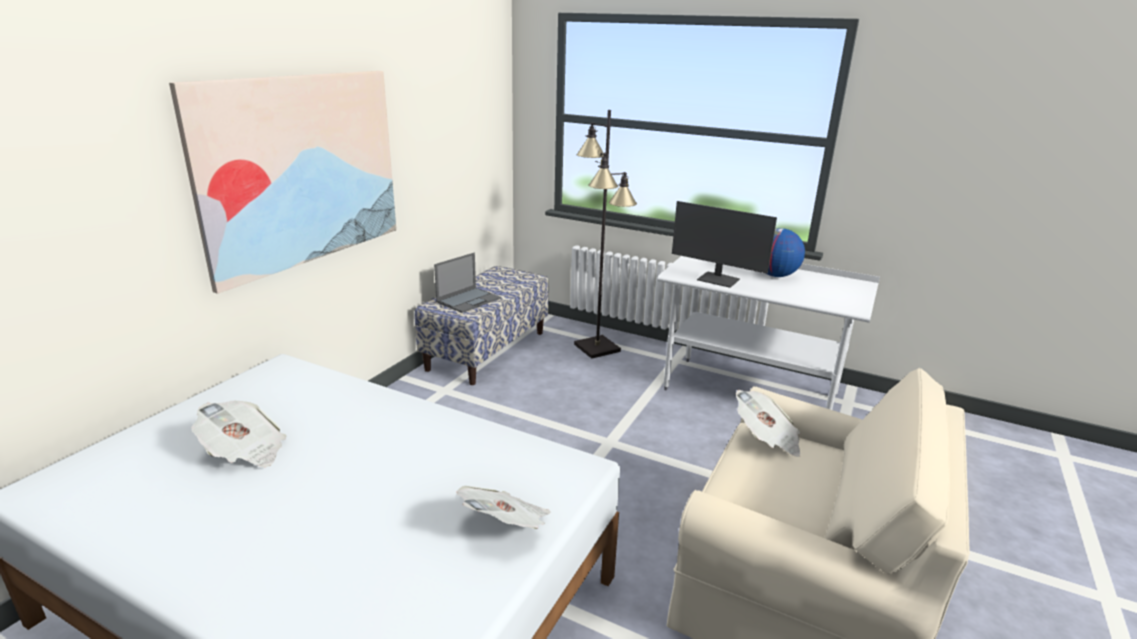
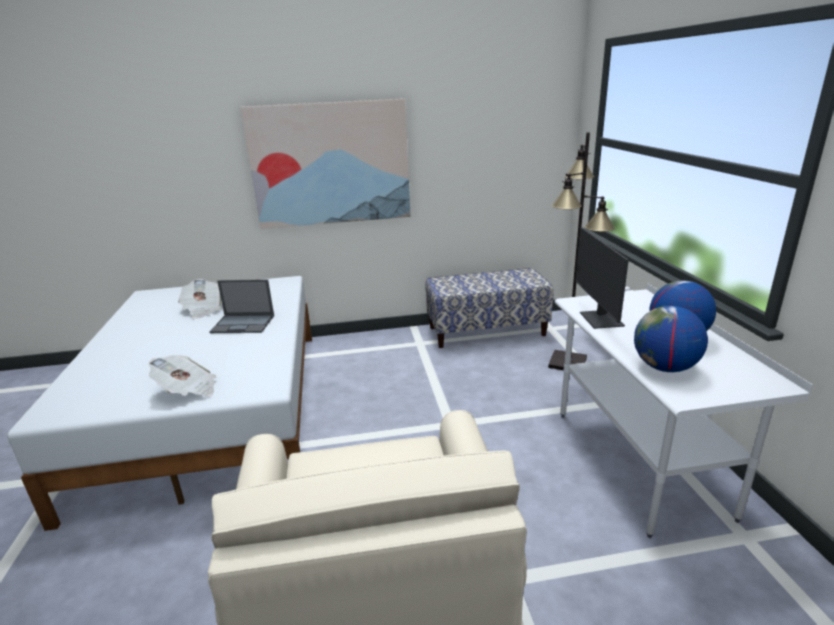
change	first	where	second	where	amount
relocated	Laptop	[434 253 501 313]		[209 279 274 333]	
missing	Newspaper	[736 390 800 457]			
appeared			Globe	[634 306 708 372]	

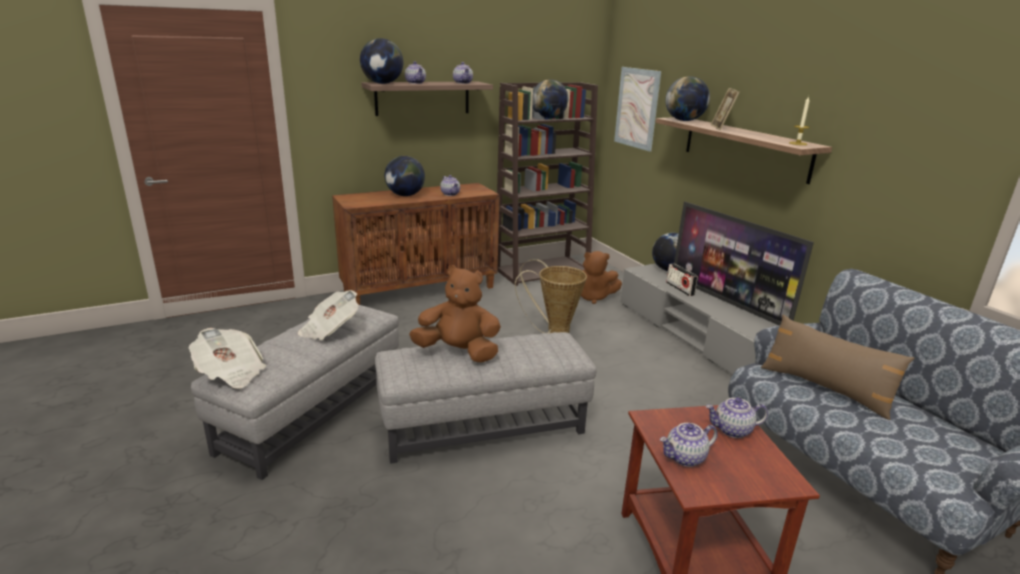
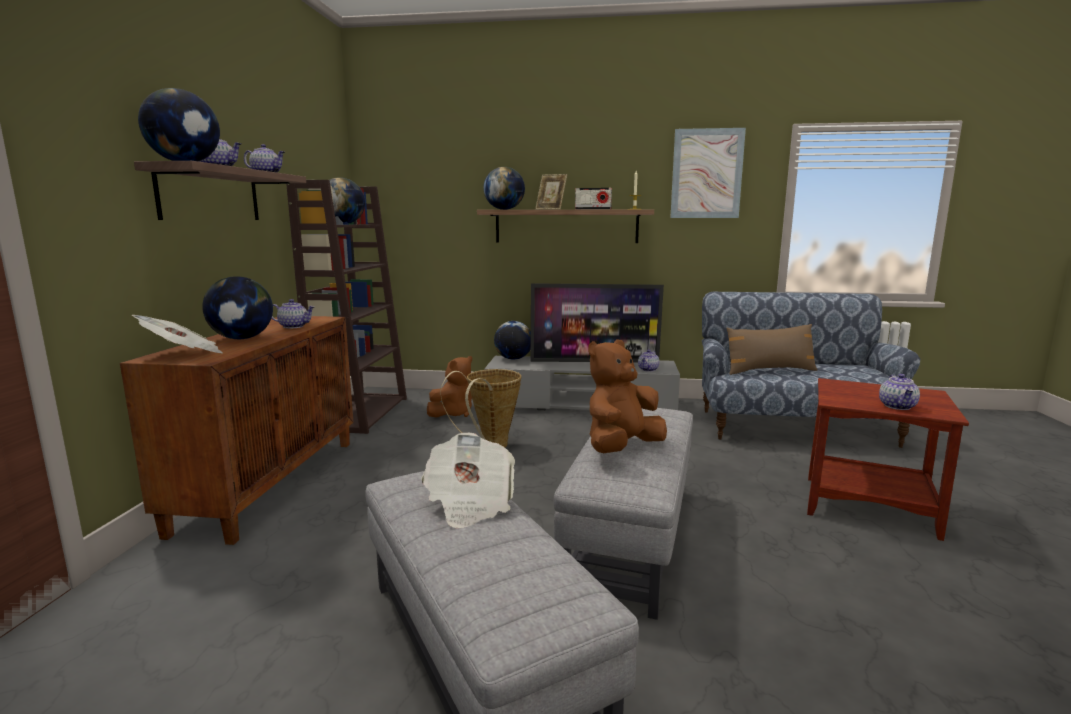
change	first	where	second	where	amount
relocated	Newspaper	[189 328 266 389]		[132 315 222 353]	
relocated	Picture	[614 67 661 152]		[670 128 746 218]	
relocated	Radio	[666 264 698 296]		[575 188 612 210]	
relocated	Teapot	[706 397 768 438]		[638 350 659 372]	

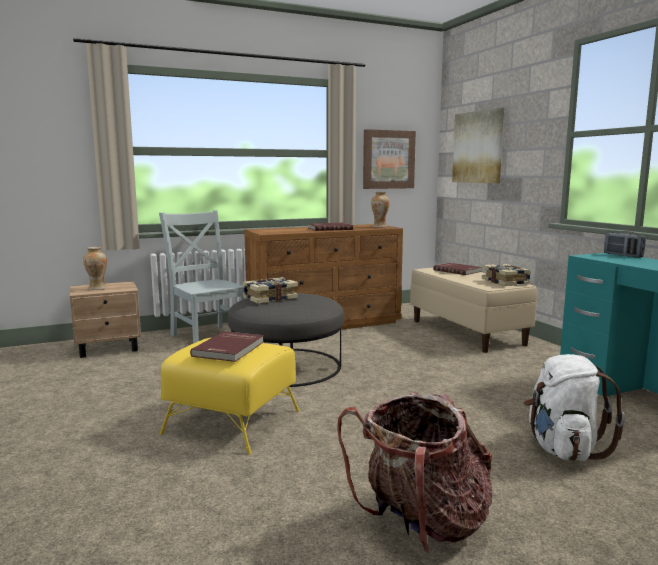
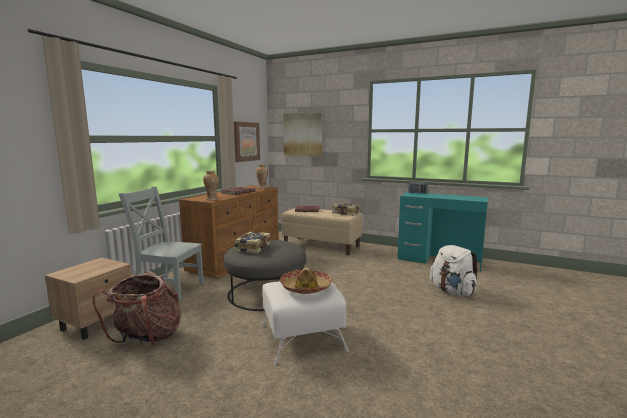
change	first	where	second	where	amount
relocated	Vase	[83 247 107 290]		[203 171 219 200]	
colour	YellowOttoman	[160 337 300 455]	WhiteOttoman	[262 281 349 365]	
exchanged	RedBook	[190 331 264 362]	Hat	[280 268 333 294]	
relocated	Backpack	[337 392 492 555]		[92 271 181 345]	

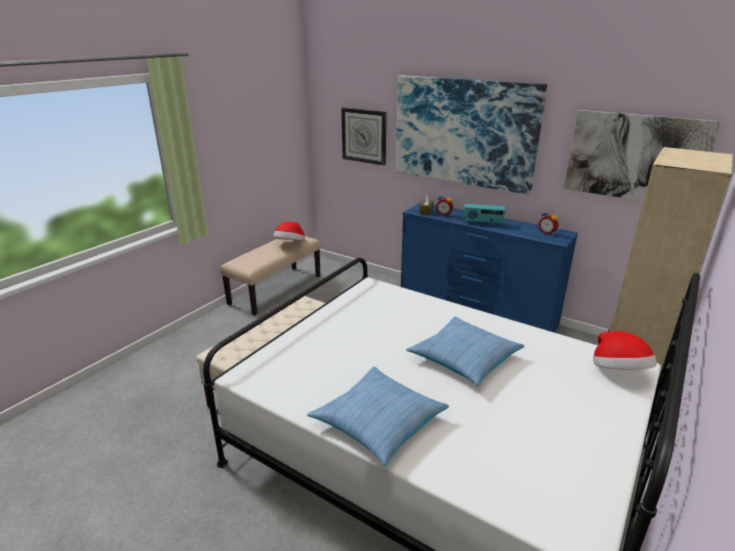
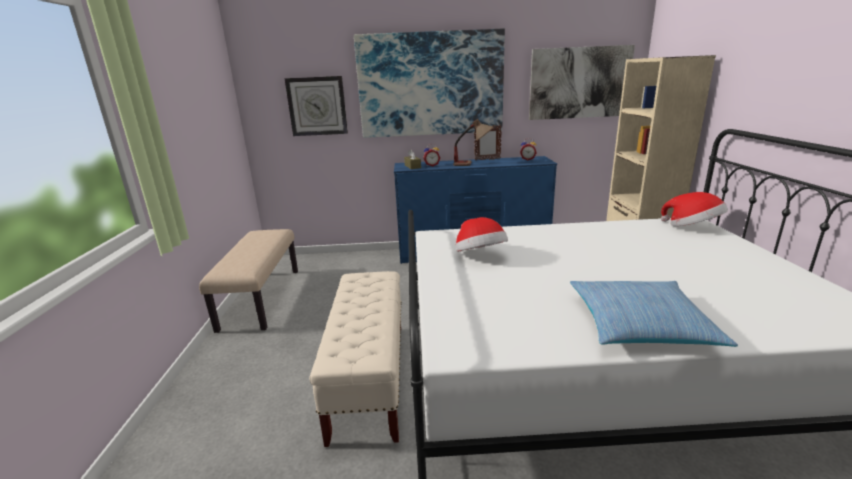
change	first	where	second	where	amount
relocated	Hat	[273 222 305 241]		[456 217 508 252]	
missing	Pillow	[406 317 524 387]			
exchanged	Radio	[464 204 506 226]	TableLamp	[453 119 493 166]	
appeared			PictureFrame	[474 125 502 160]	

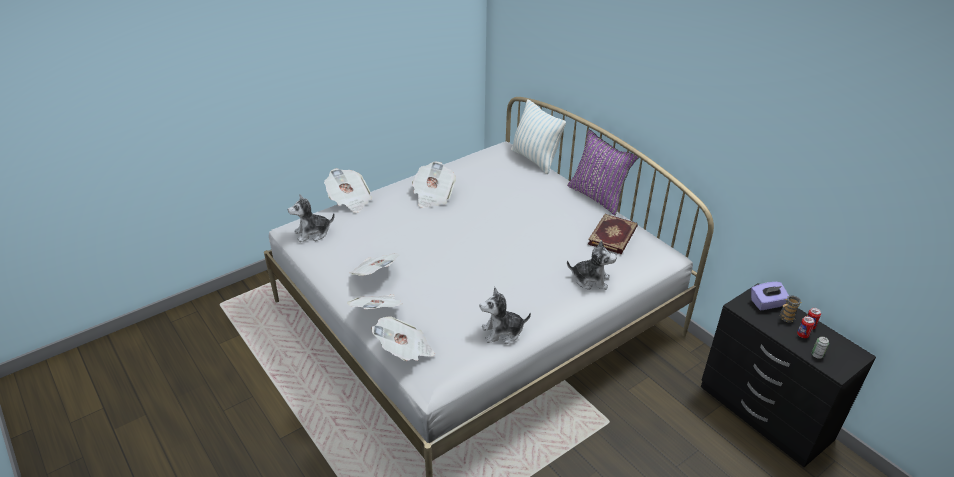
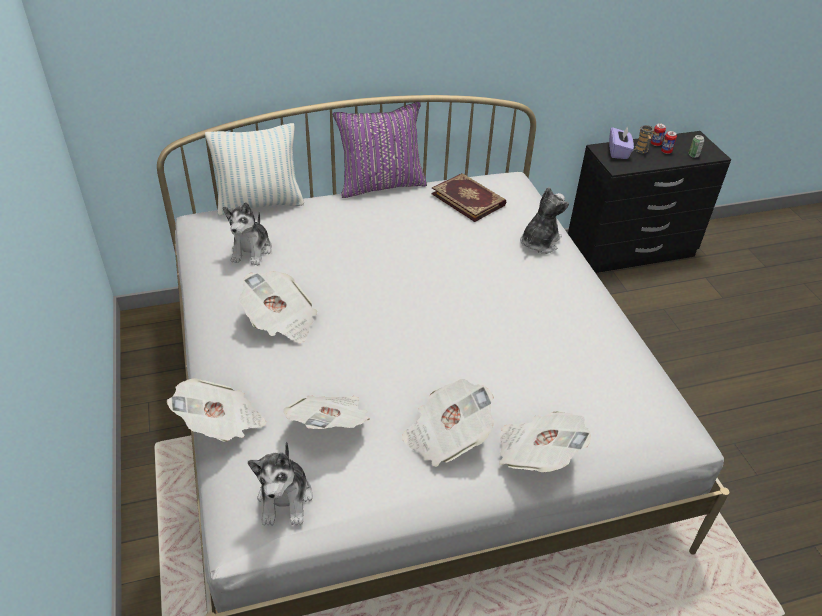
change	first	where	second	where	amount
relocated	Newspaper	[371 316 435 361]		[284 395 369 429]	
relocated	PlushToy	[480 287 531 344]		[223 202 272 266]	

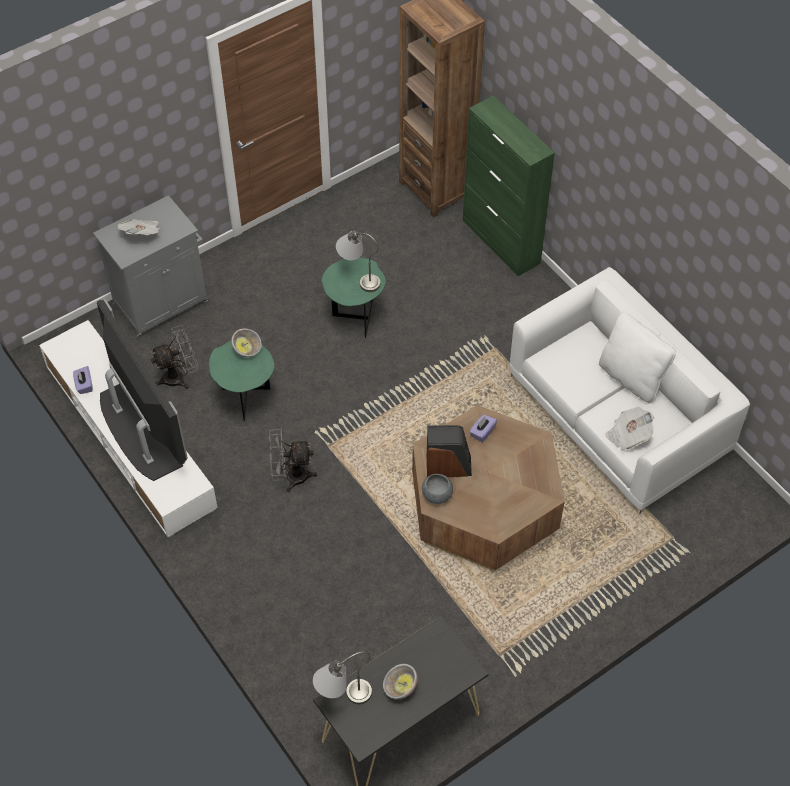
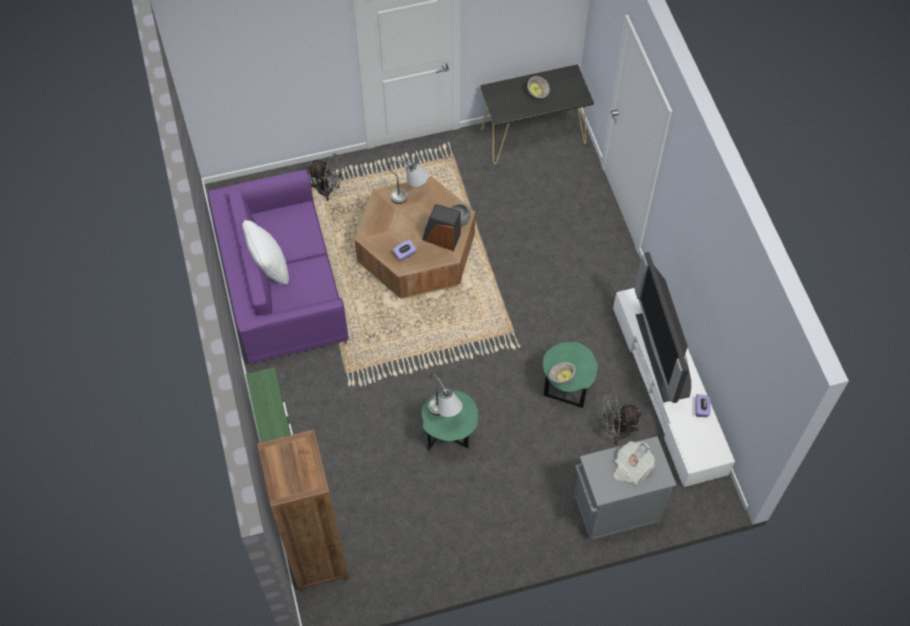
change	first	where	second	where	amount
relocated	GreyFan	[269 429 317 492]		[308 153 345 201]	
relocated	GreyTableLamp	[313 652 372 704]		[388 160 429 204]	
colour	WhiteSofa	[509 267 750 514]	PurpleSofa	[208 170 349 367]	
missing	Newspaper	[606 407 654 451]			

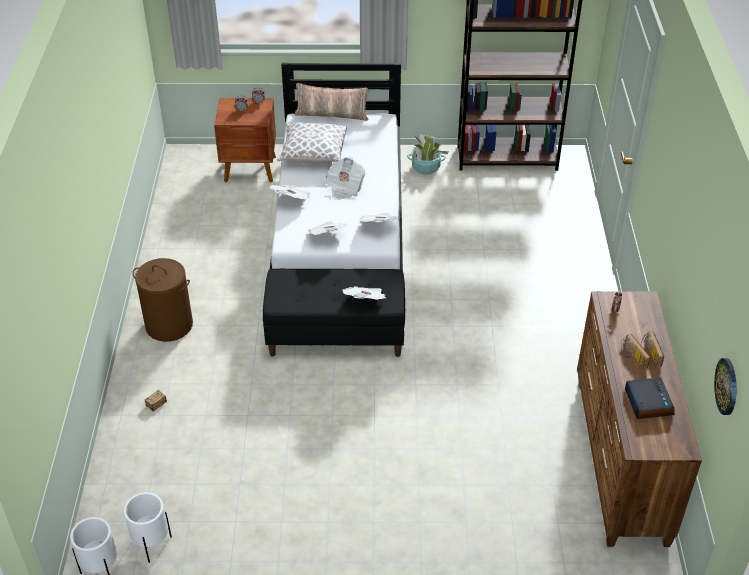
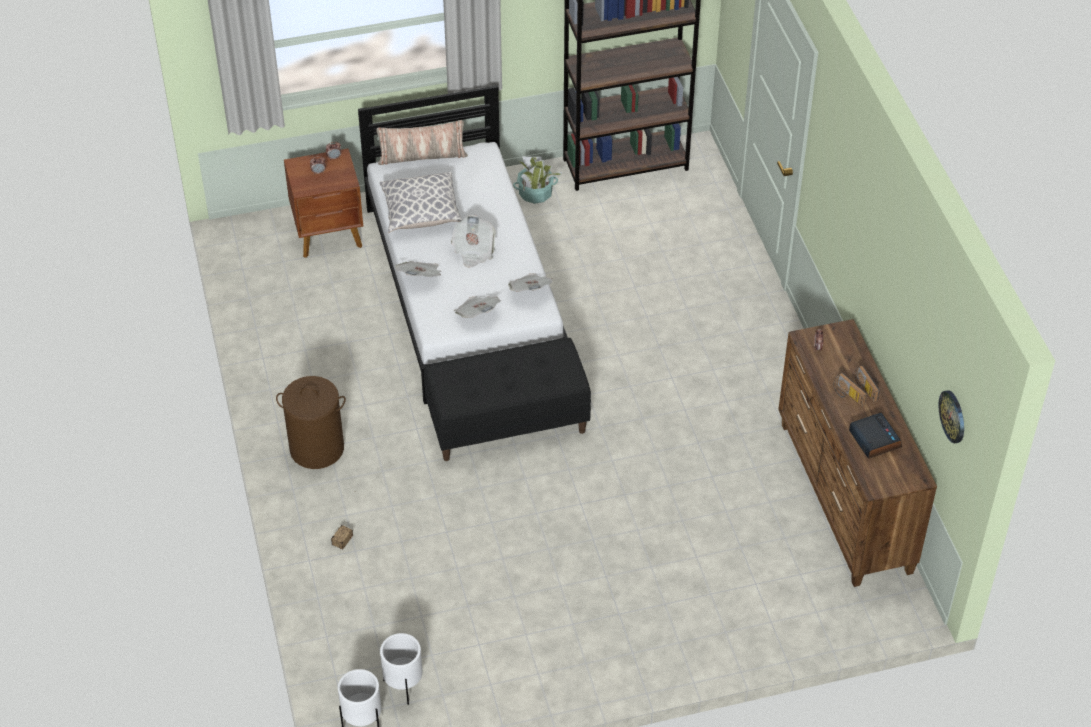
change	first	where	second	where	amount
missing	Newspaper	[342 286 386 300]			

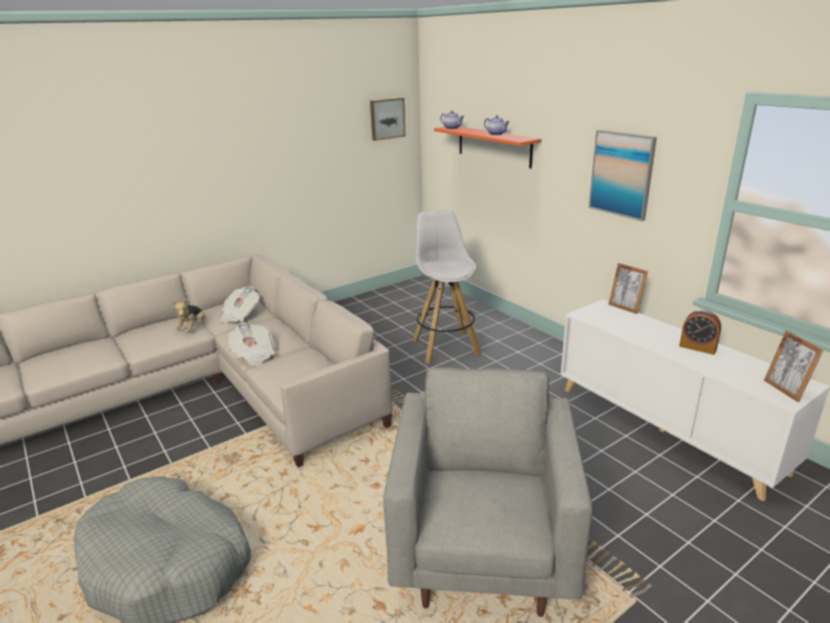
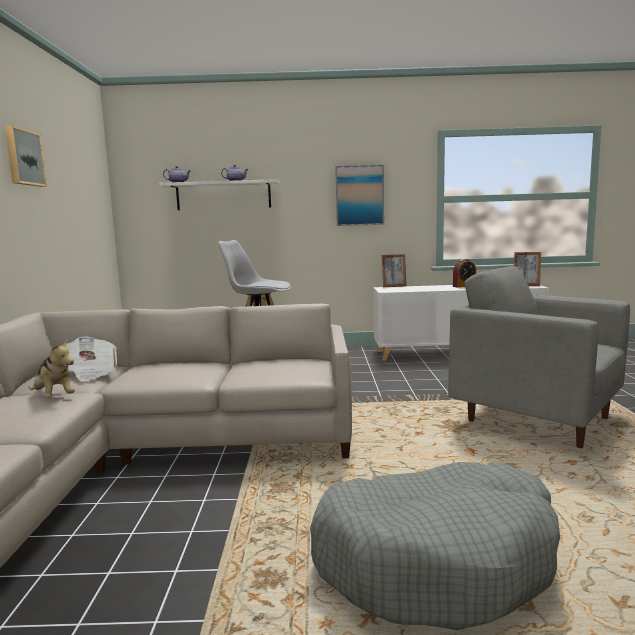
change	first	where	second	where	amount
missing	Newspaper	[228 323 276 366]			
relocated	Picture	[370 98 405 141]		[5 125 47 187]	
colour	OrangeShelf	[434 126 542 168]	WhiteShelf	[159 179 280 210]	

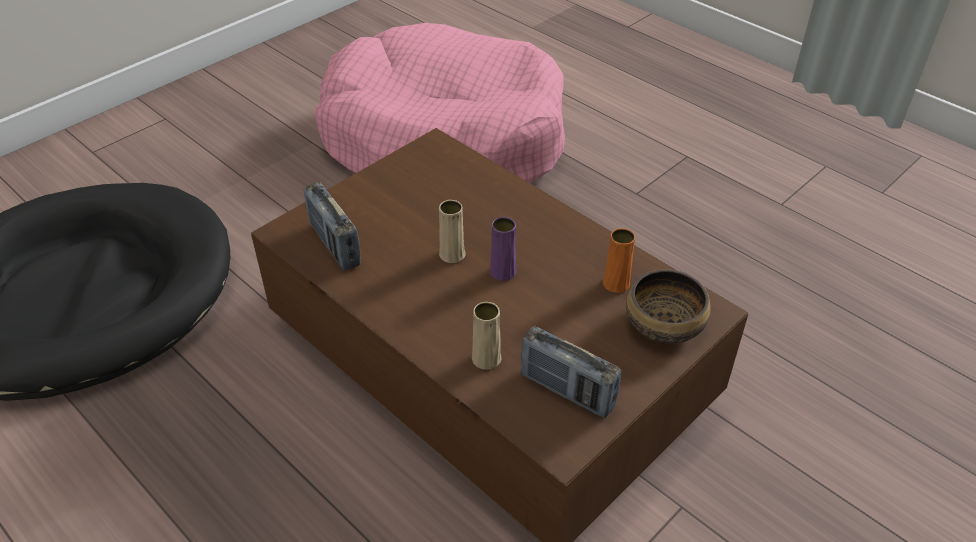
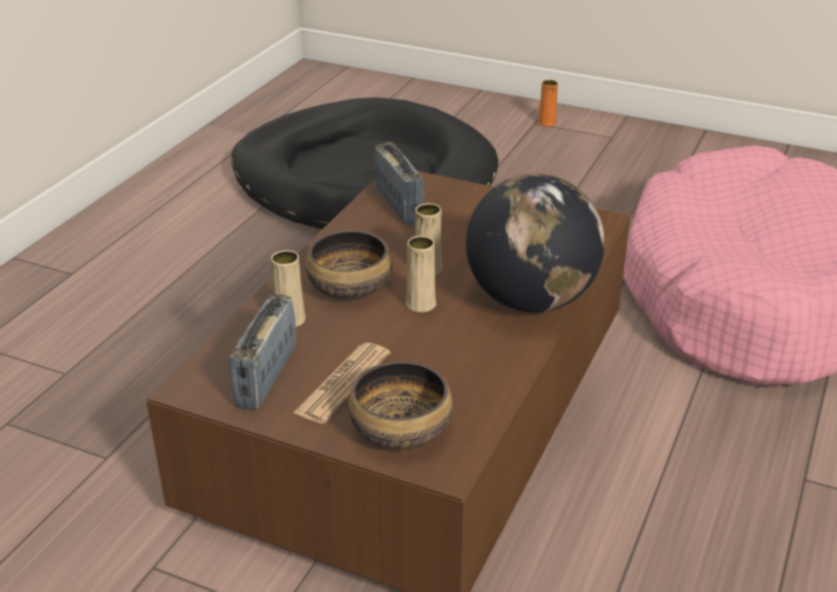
change	first	where	second	where	amount
spun	Radio	[304 182 361 270]		[374 142 424 225]	120 degrees clockwise
colour	PurpleVase	[490 217 517 281]	BeigeVase	[406 236 436 312]	
relocated	OrangeVase	[603 228 635 293]		[538 80 558 127]	
appeared			Newspaper	[293 343 390 424]	
appeared			Bowl	[305 230 393 299]	
appeared			Globe	[466 174 605 312]	

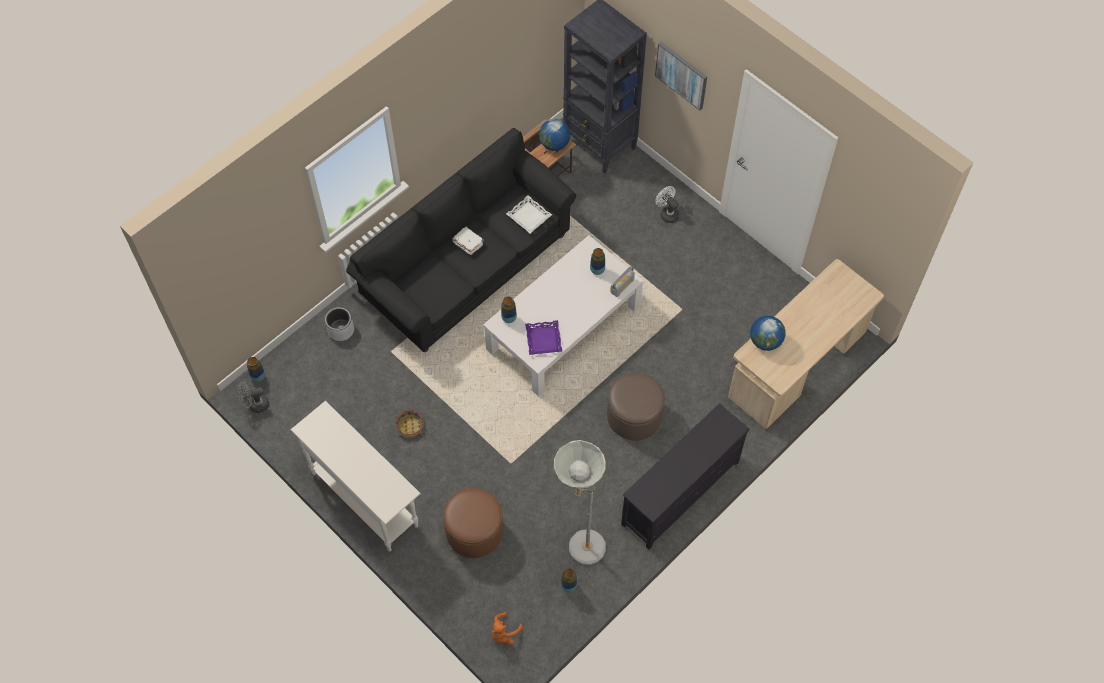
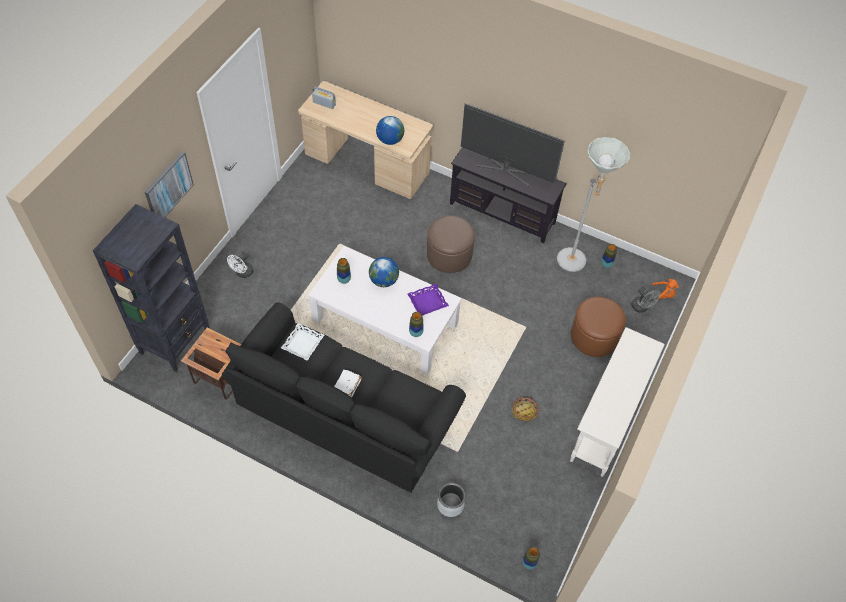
change	first	where	second	where	amount
relocated	GreyFan	[238 382 269 413]		[631 287 660 313]	
relocated	Globe	[539 119 571 151]		[369 257 399 287]	
relocated	Radio	[610 266 635 297]		[312 87 336 109]	
appeared			Television	[461 103 565 186]	

